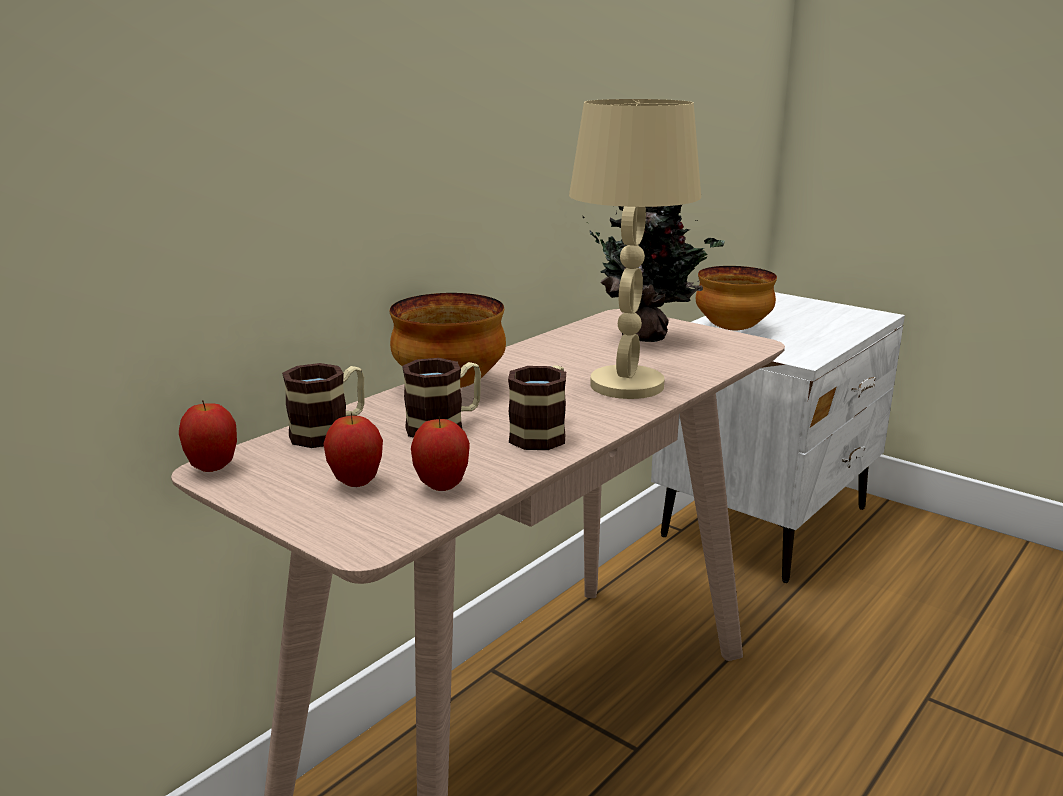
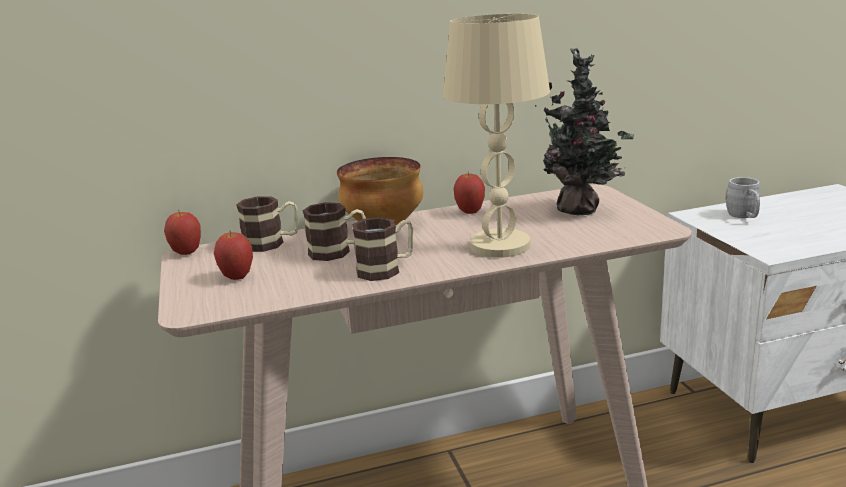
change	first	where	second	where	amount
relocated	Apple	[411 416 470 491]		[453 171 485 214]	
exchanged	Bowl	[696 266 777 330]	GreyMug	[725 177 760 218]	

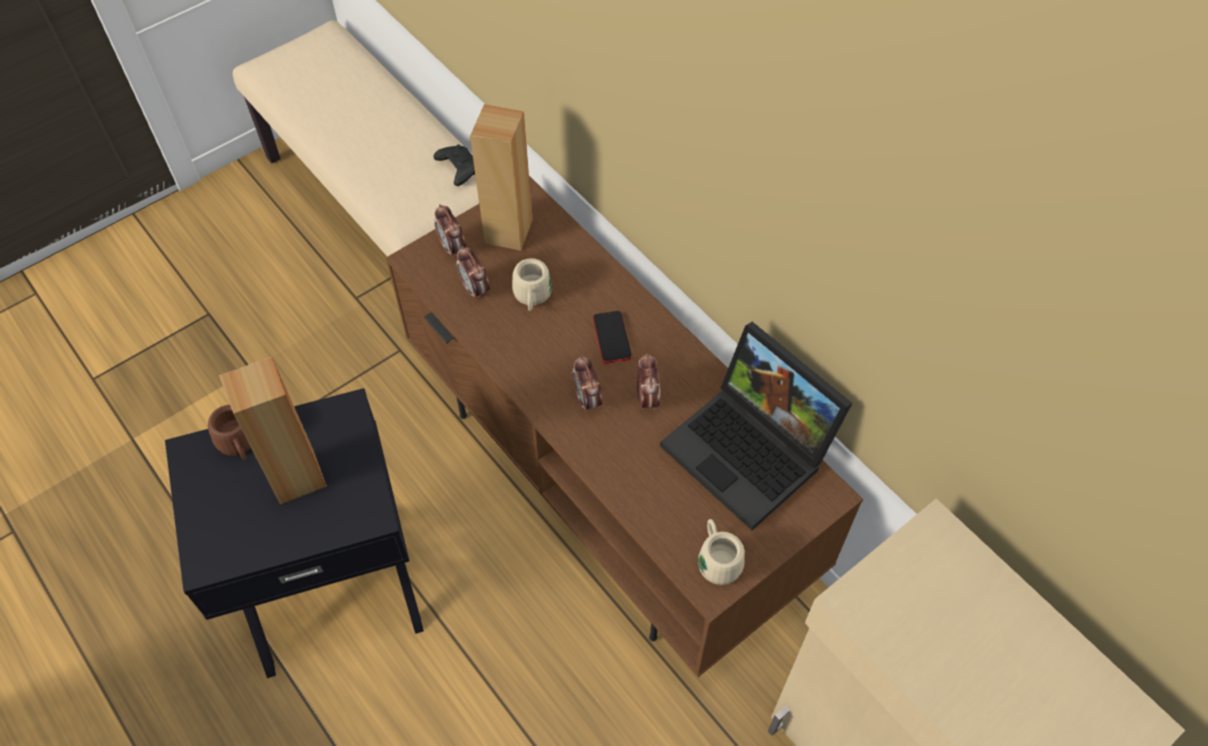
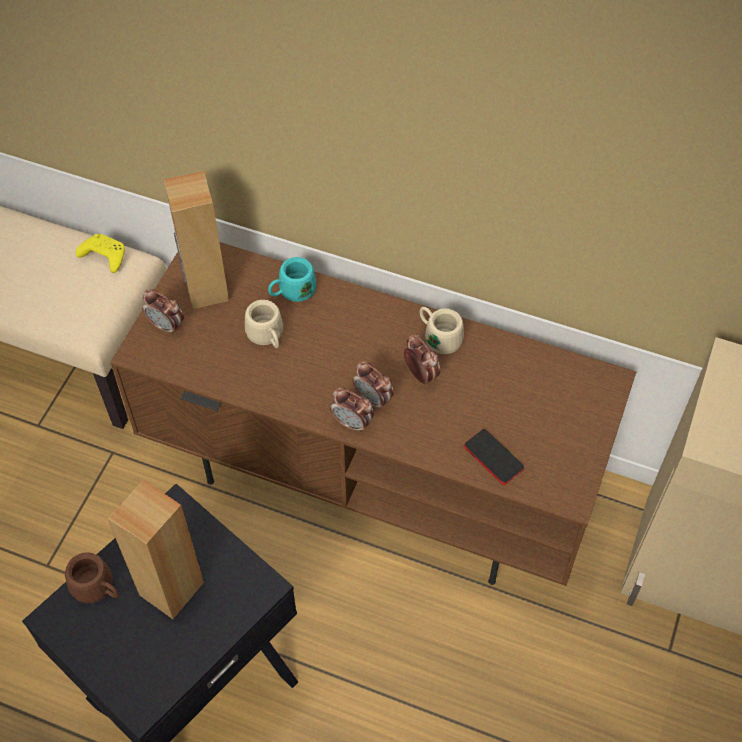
change	first	where	second	where	amount
colour	BlackGameController	[434 145 475 186]	YellowGameController	[76 234 125 273]	
relocated	AlarmClock	[456 246 490 300]		[330 387 374 433]	
relocated	Phone	[593 311 632 364]		[464 429 524 485]	
missing	Laptop	[660 322 852 530]			
relocated	BeigeMug	[698 519 745 585]		[420 307 464 354]	
appeared			TurquoiseMug	[268 257 316 302]	

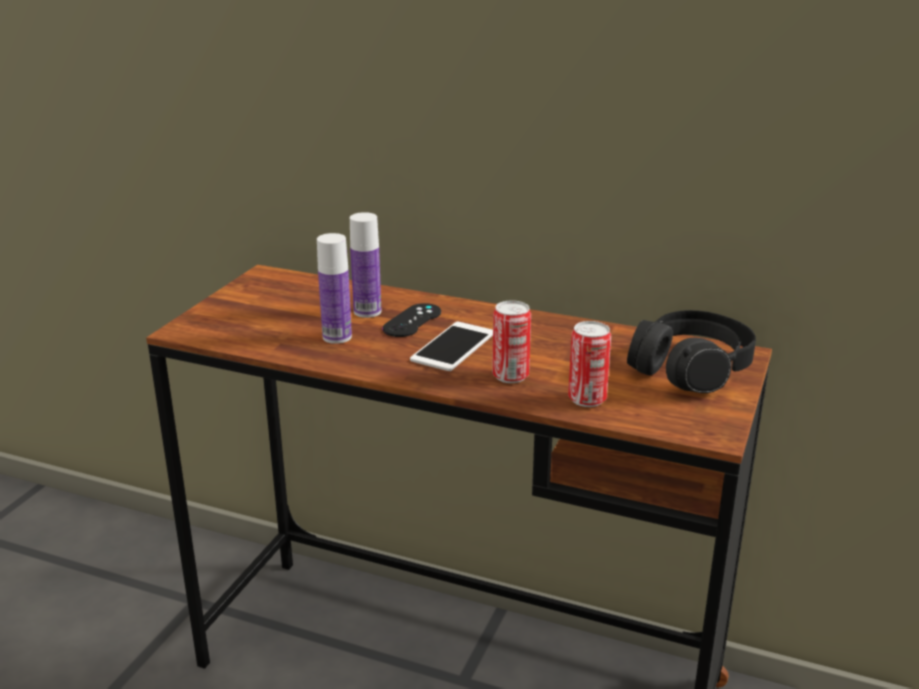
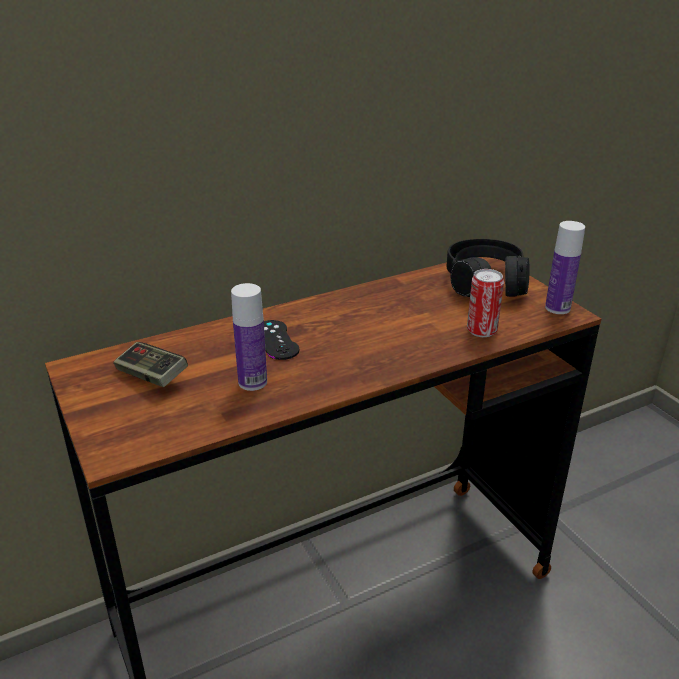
change	first	where	second	where	amount
relocated	Bottle	[350 212 381 318]		[545 221 585 314]	
missing	Phone	[410 322 493 371]			
missing	Can	[492 300 531 383]			
appeared			GameController	[113 342 188 387]	

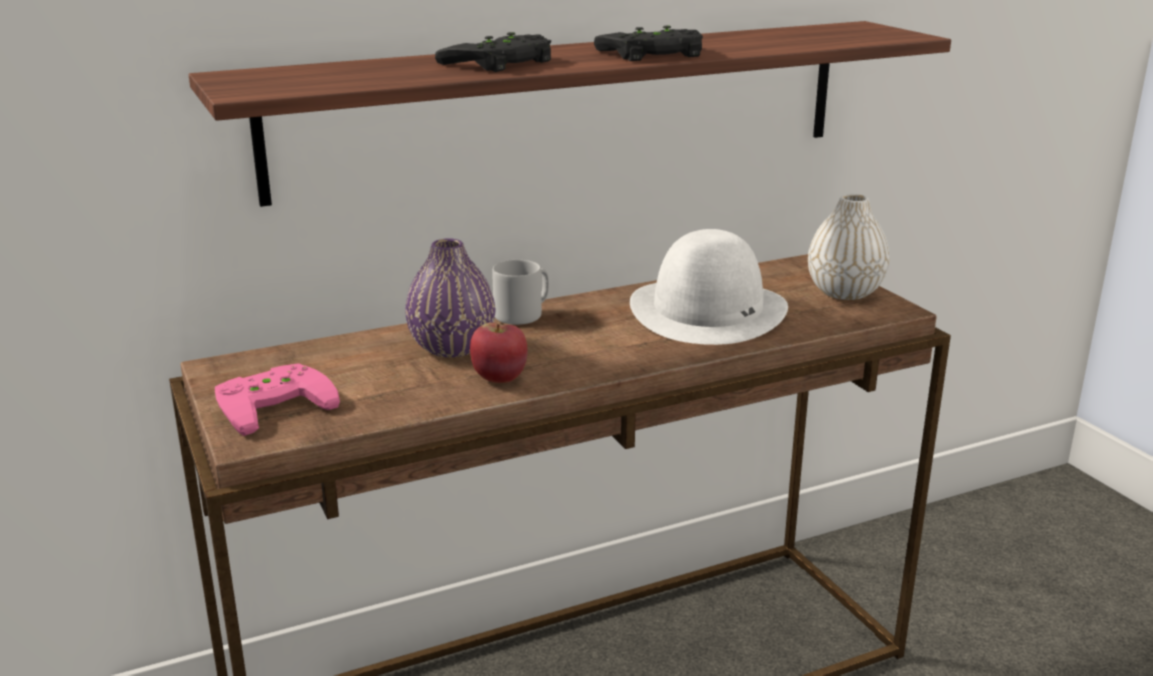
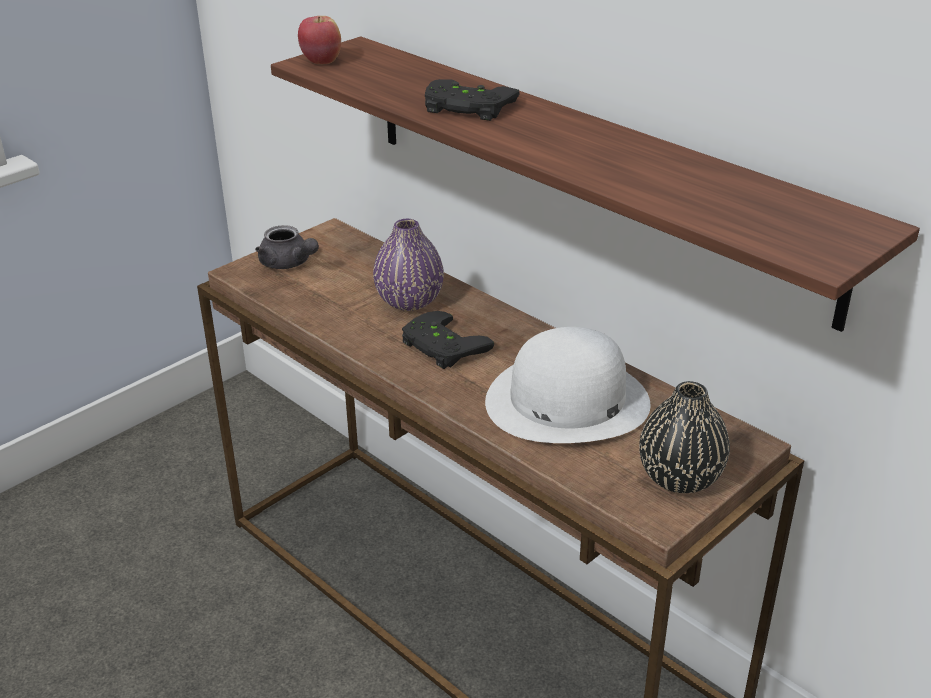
change	first	where	second	where	amount
exchanged	PinkGameController	[215 363 340 436]	GreyTeapot	[255 225 319 269]	
relocated	Apple	[470 322 528 383]		[298 16 341 64]	
missing	GreyMug	[492 260 549 325]			
relocated	BlackGameController	[594 26 703 61]		[402 311 494 369]	
colour	WhiteVase	[808 194 890 300]	BlackVase	[639 381 730 493]	

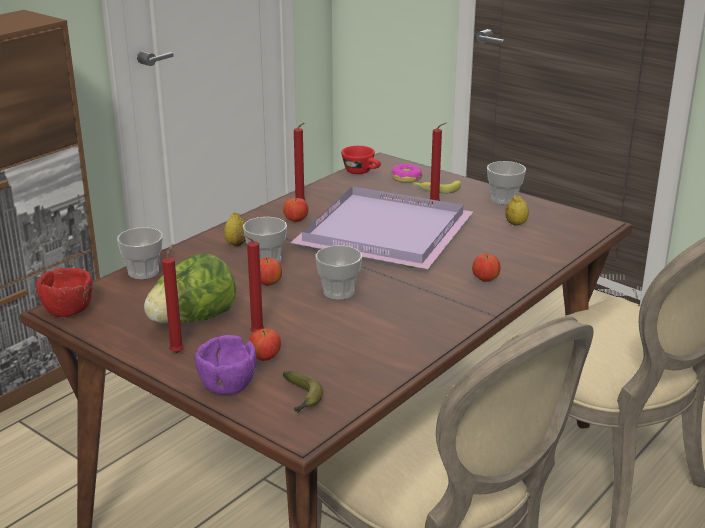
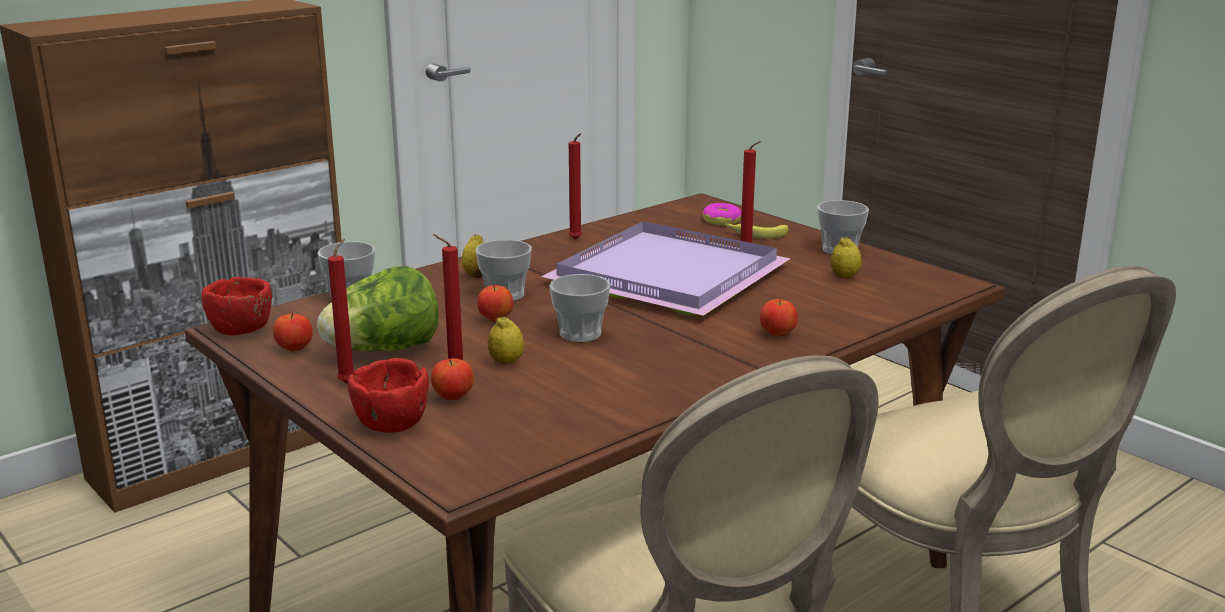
change	first	where	second	where	amount
colour	PurpleBowl	[195 335 256 395]	RedBowl	[348 358 429 433]	
relocated	Apple	[283 197 308 223]		[273 313 313 352]	
missing	Banana	[283 371 323 413]			
missing	RedCup	[341 146 381 174]			
appeared			Lemon	[488 316 524 364]	

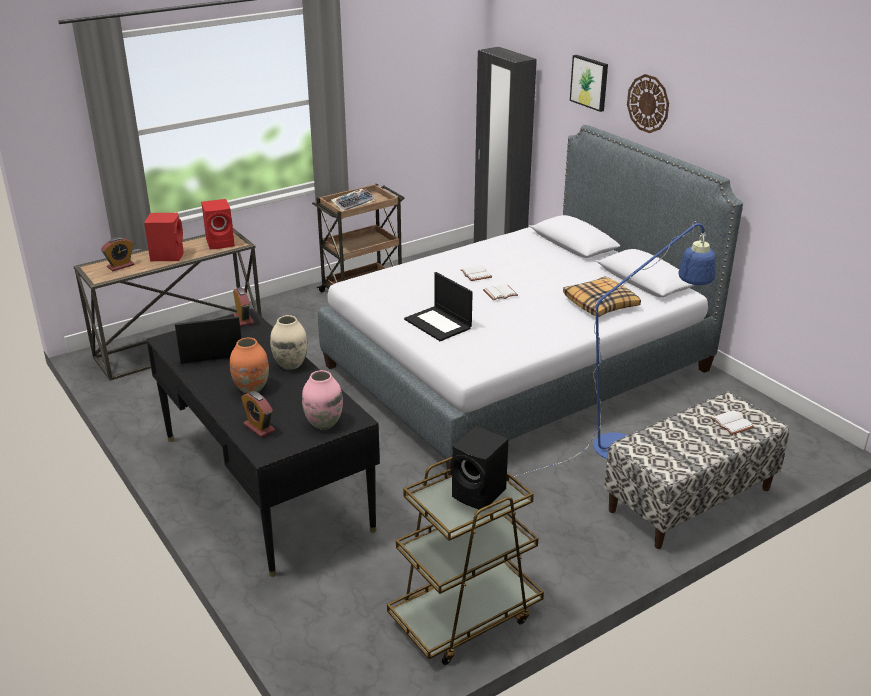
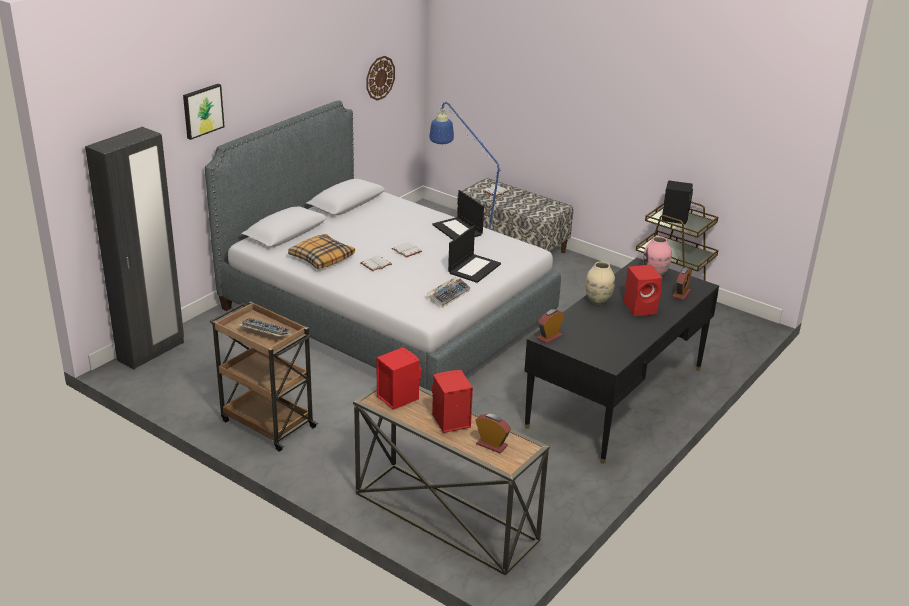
change	first	where	second	where	amount
relocated	Laptop	[175 317 242 364]		[432 190 484 240]	
exchanged	OrangeVase	[230 338 269 393]	RedSpeaker	[624 265 662 316]	
relocated	Pillow	[563 276 641 317]		[288 234 355 269]	
relocated	WallClock	[627 74 669 133]		[366 56 395 101]	
appeared			Keyboard	[427 277 471 307]	

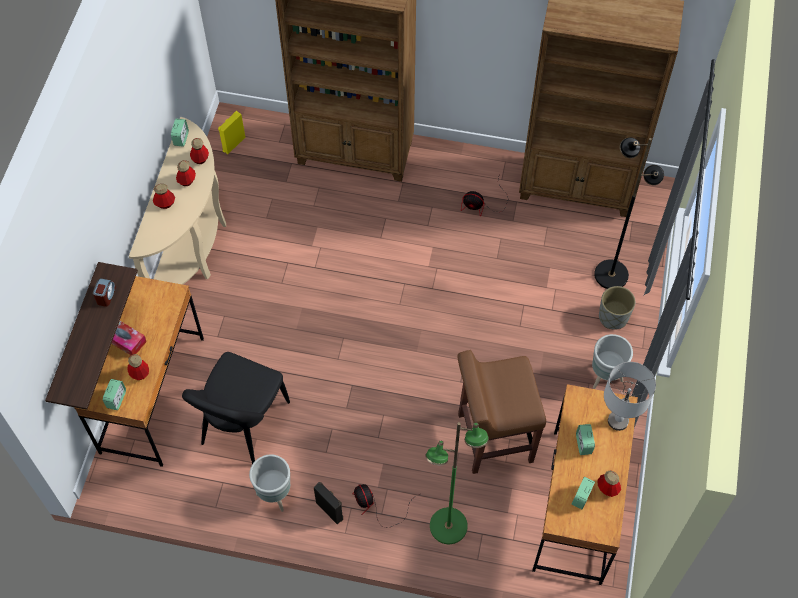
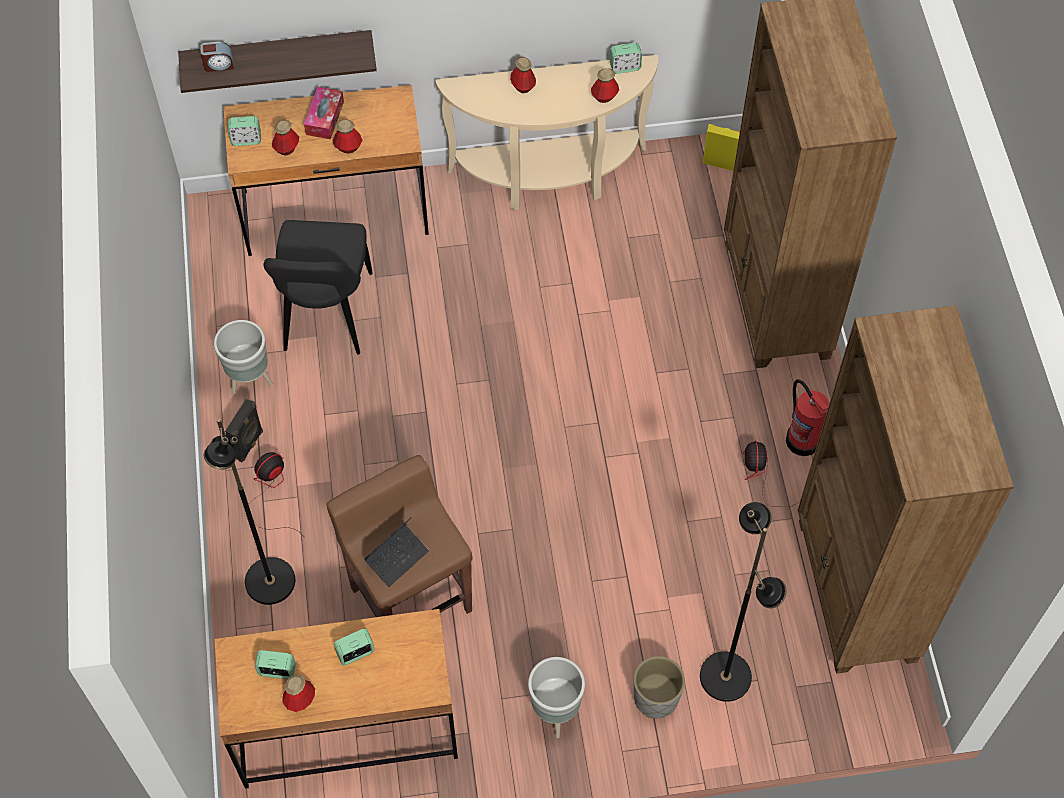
change	first	where	second	where	amount
relocated	AlarmClock	[93 278 116 307]		[200 42 234 72]	
relocated	Bottle	[176 160 196 186]		[332 119 362 153]	
spun	BlackChair	[182 352 290 464]		[264 220 373 354]	90 degrees counterclockwise
colour	GreenFloorLamp	[425 422 489 544]	BlackFloorLamp	[204 419 295 605]	
missing	GreyTableLamp	[604 362 656 431]			
appeared			Laptop	[364 517 429 587]	
appeared			FireExtinguisher	[786 379 829 456]	

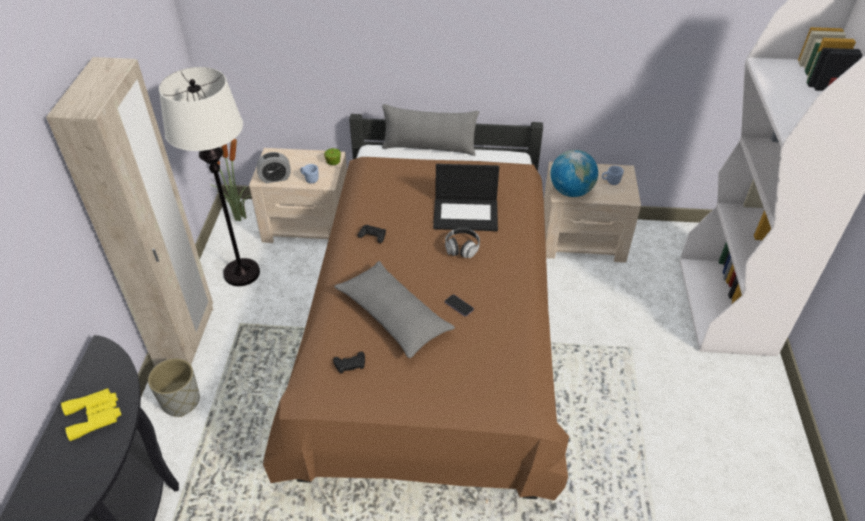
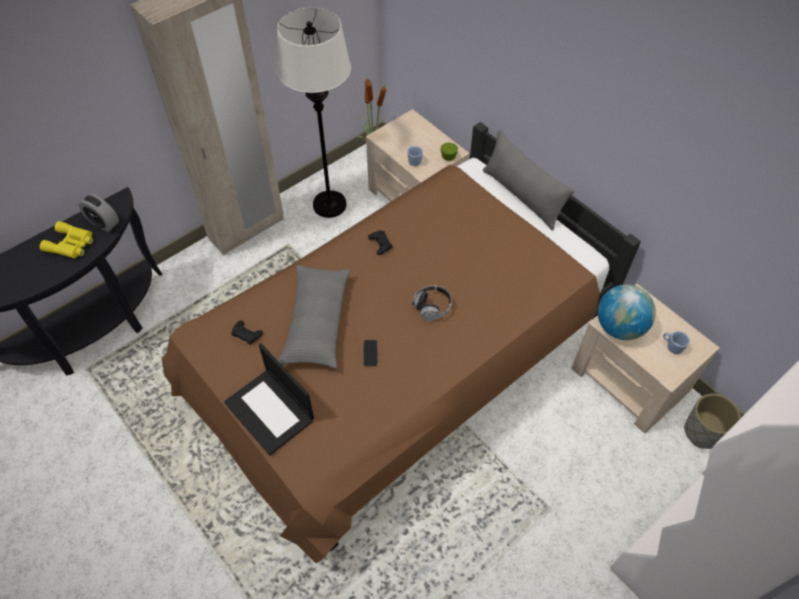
change	first	where	second	where	amount
relocated	GreyPlanter	[148 358 200 417]		[684 394 741 449]	
relocated	AlarmClock	[257 152 291 183]		[79 194 119 232]	
relocated	Laptop	[433 164 499 231]		[224 343 314 455]	

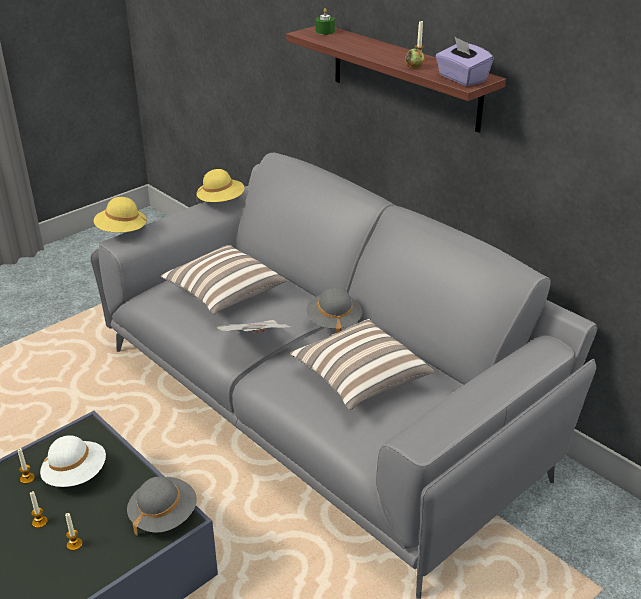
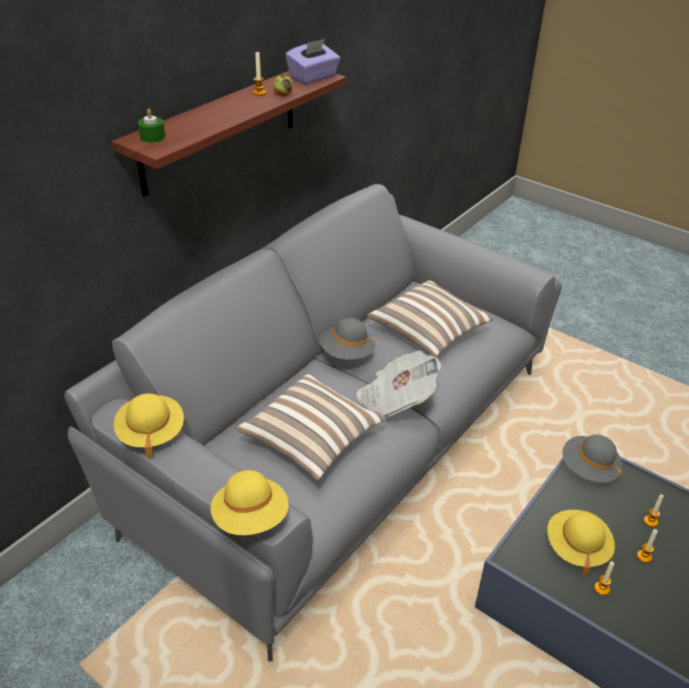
change	first	where	second	where	amount
colour	WhiteHat	[40 435 106 487]	YellowHat	[547 510 615 576]	

